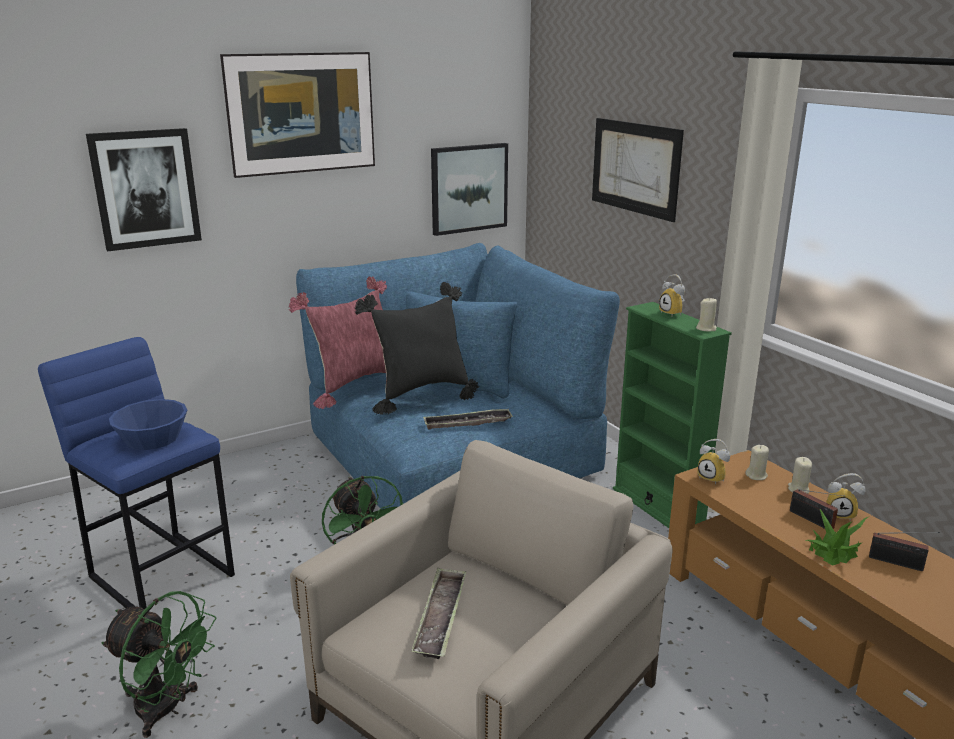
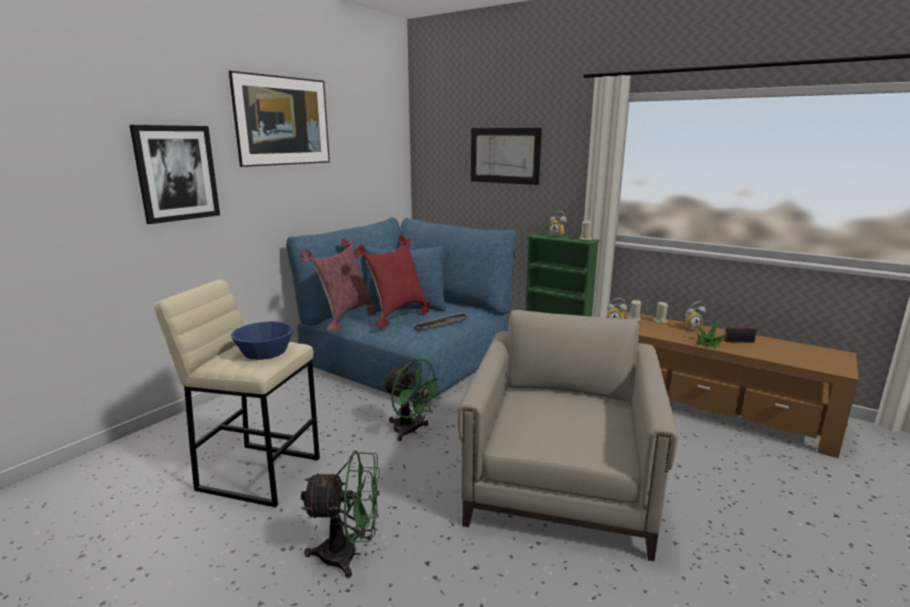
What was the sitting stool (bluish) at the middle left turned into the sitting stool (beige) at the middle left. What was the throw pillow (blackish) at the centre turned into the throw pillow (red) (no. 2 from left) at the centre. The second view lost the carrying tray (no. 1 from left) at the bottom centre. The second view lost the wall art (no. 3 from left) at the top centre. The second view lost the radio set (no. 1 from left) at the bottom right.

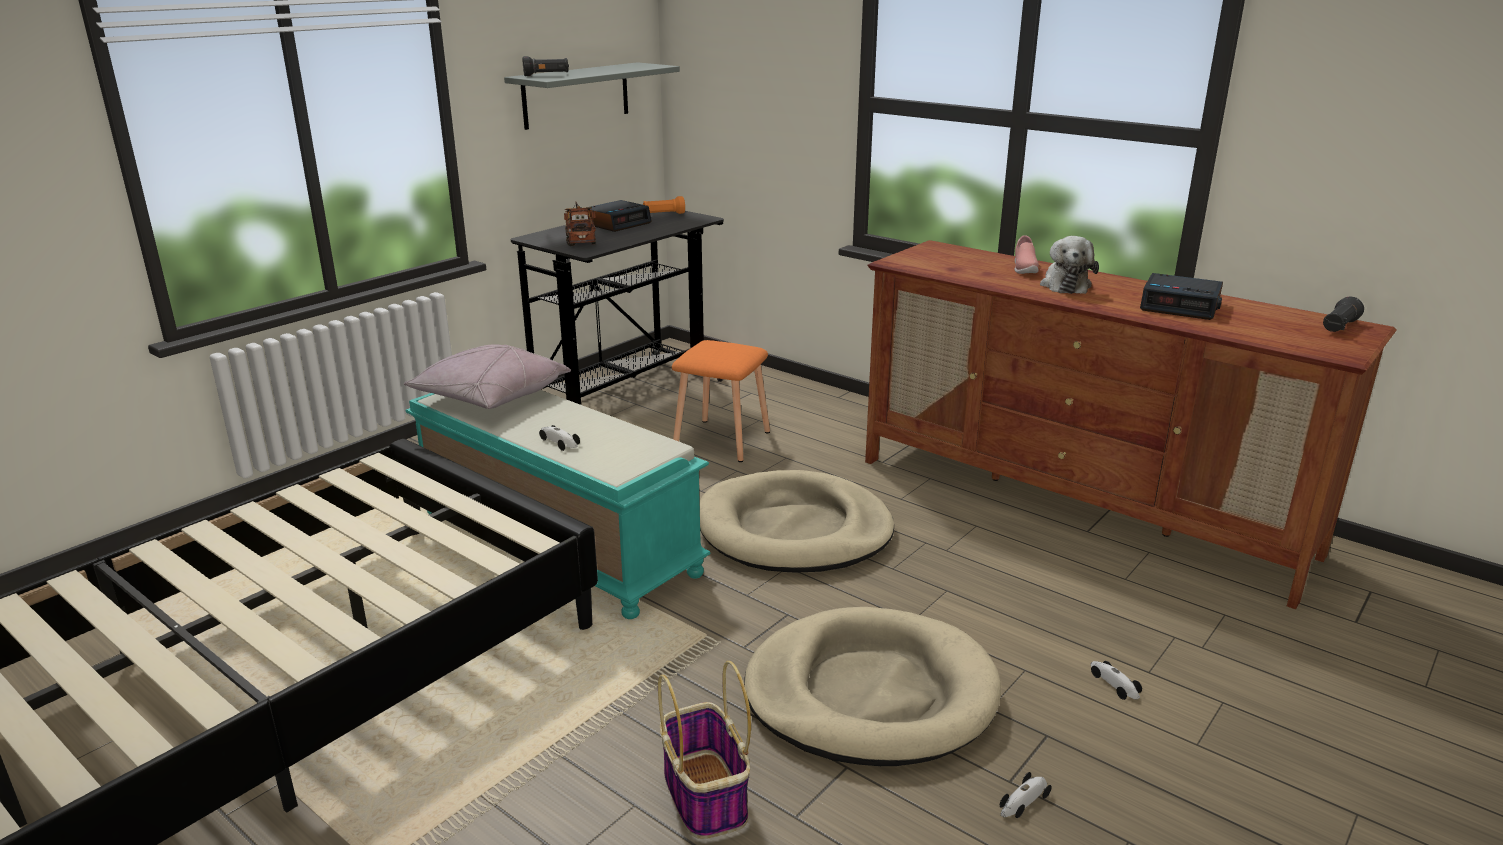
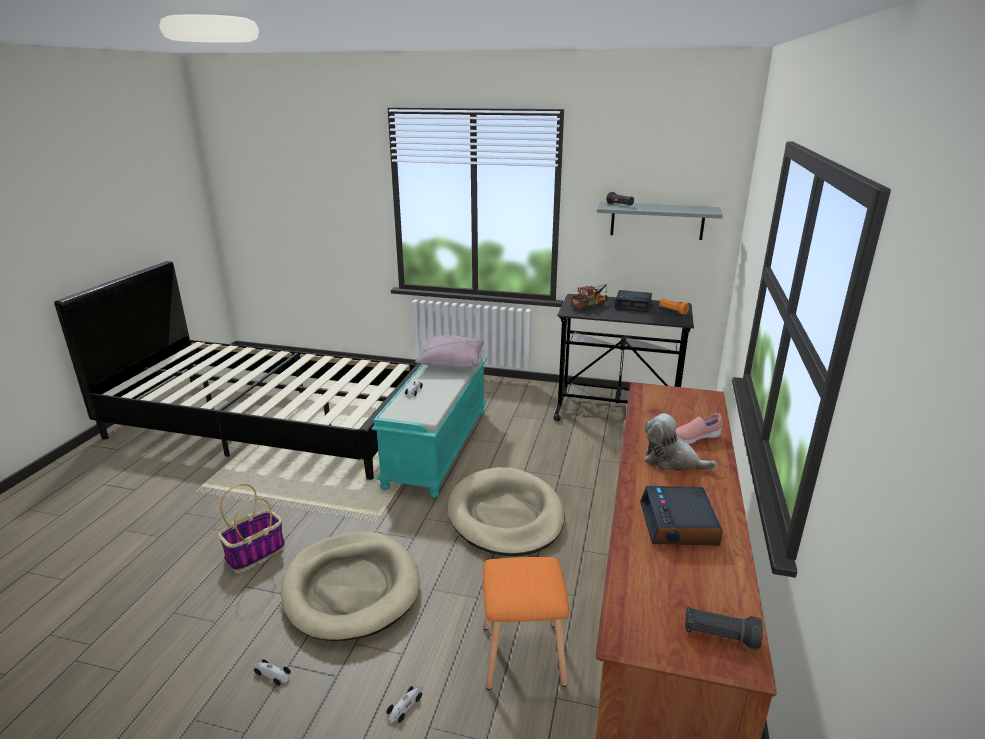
The sitting stool (orange) ended up elsewhere, having gone from the centre to the bottom centre. The plush toy at the top right ended up facing another way, 45 degrees clockwise from before.

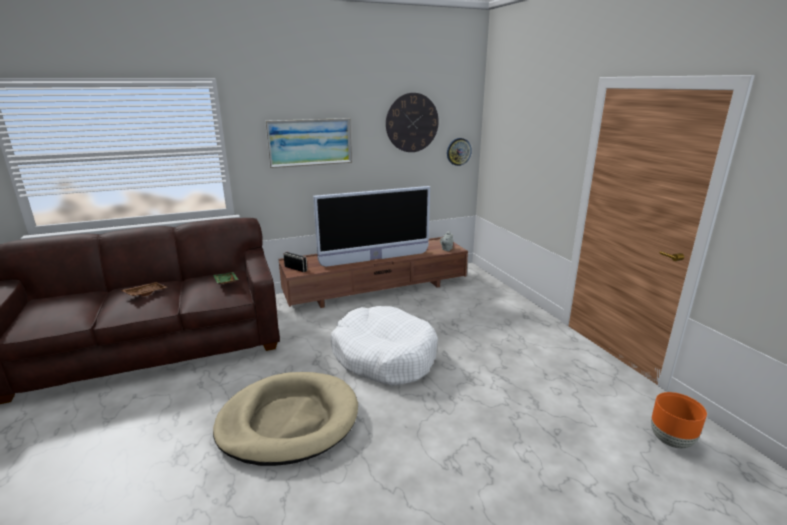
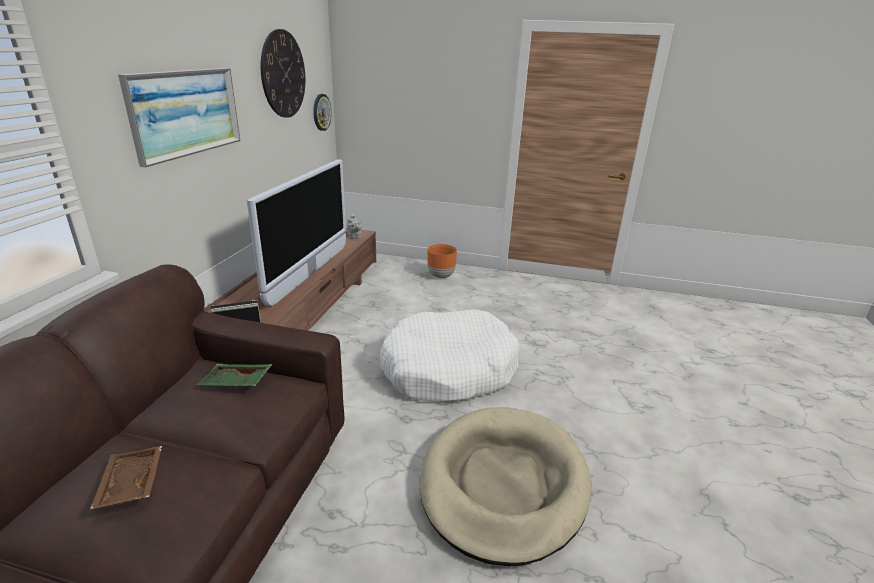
The planter (orange) ended up elsewhere, having gone from the bottom right to the centre.

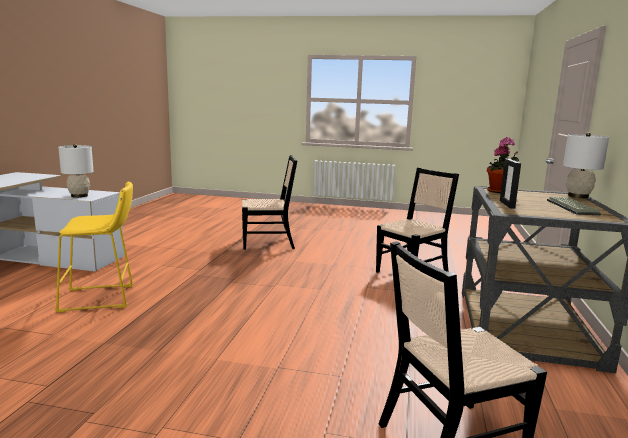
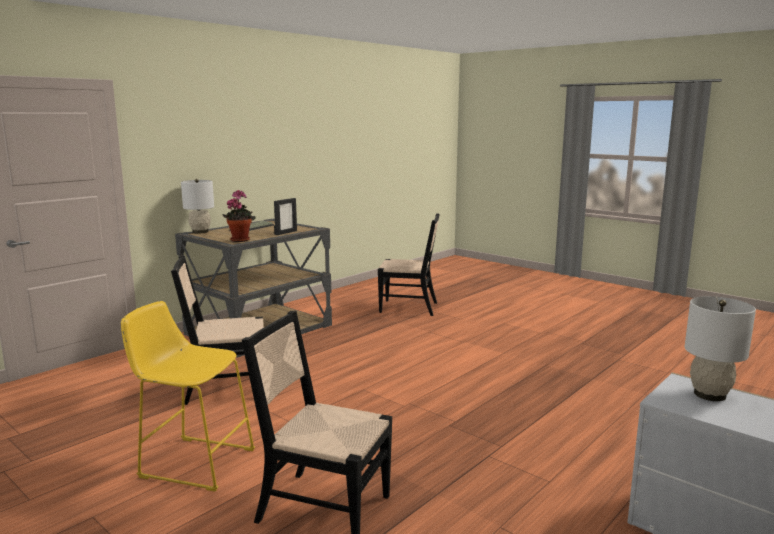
The sitting stool (yellow) ended up elsewhere, having gone from the middle left to the bottom left.

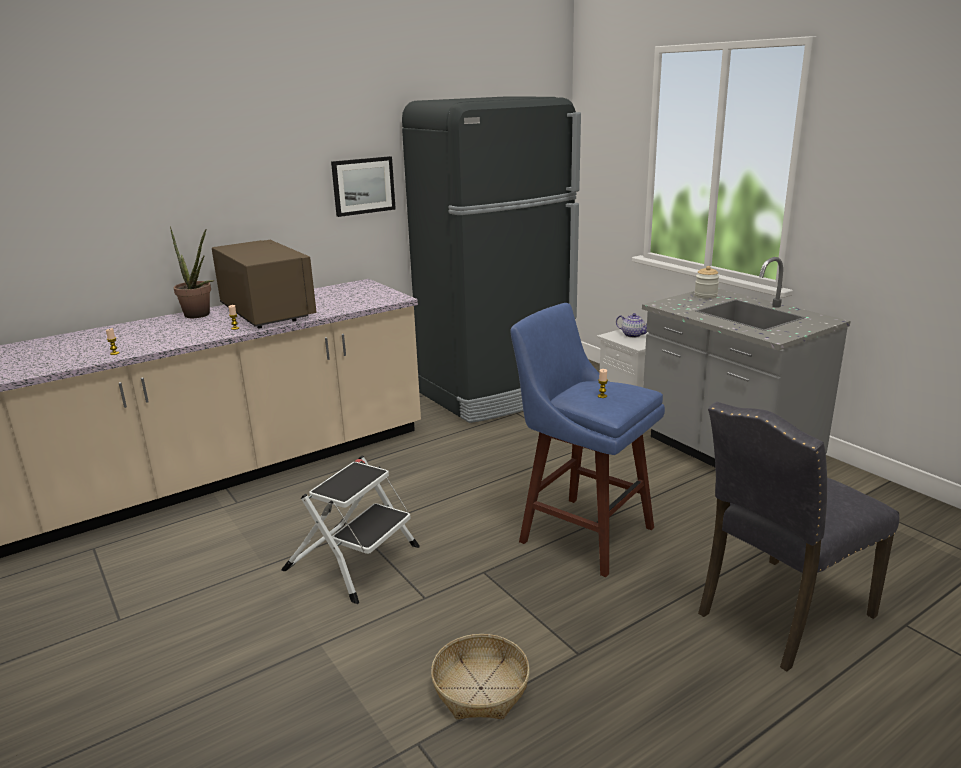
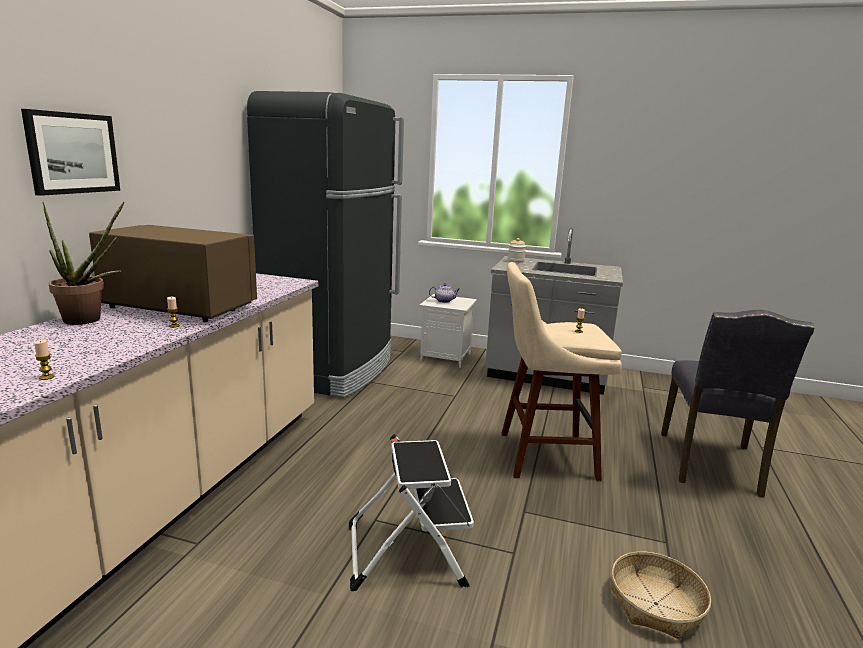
The wall art ended up elsewhere, having gone from the top centre to the top left. What was the sitting stool (bluish) at the centre turned into the sitting stool (beige) at the centre.

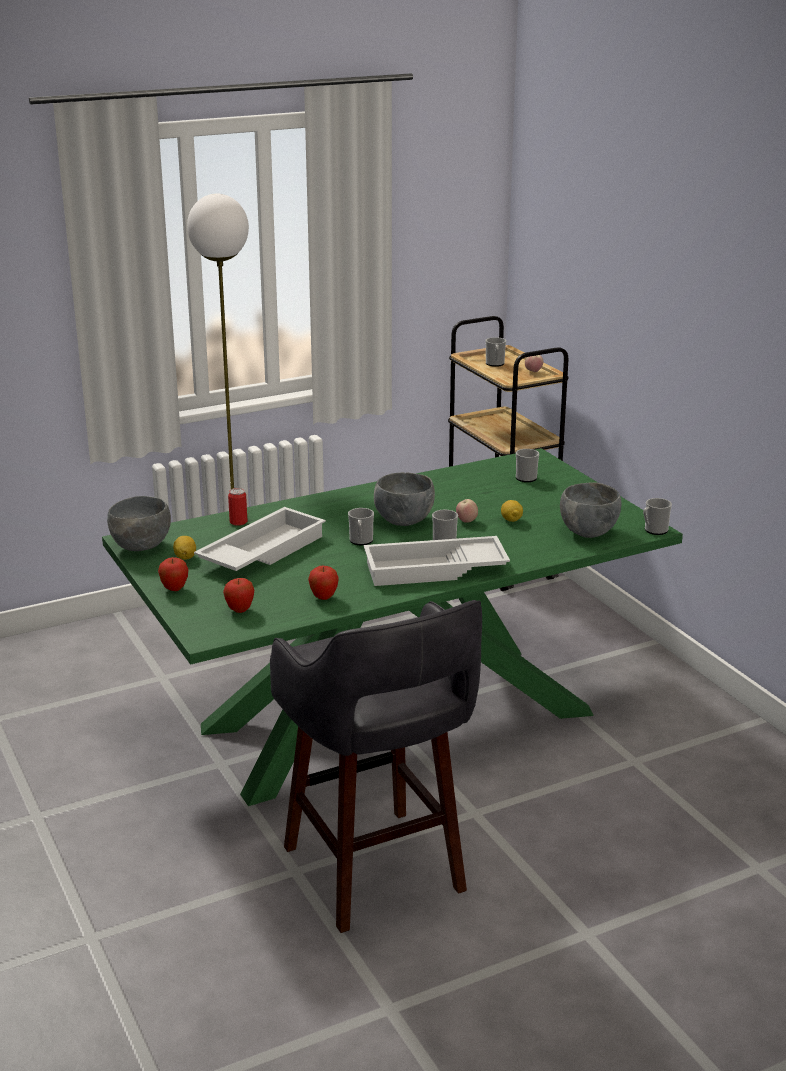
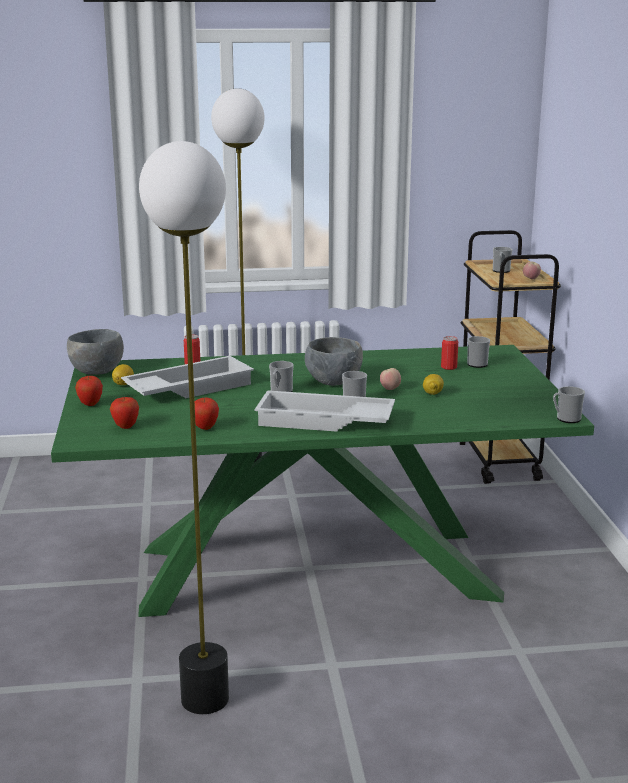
Where the sitting stool (greyish) stood at the bottom centre, the standing lamp (no. 1 from left) came to stand at the middle left. The second view gained the sealed can (no. 2 from left) at the middle right. The second view lost the deep dish (greyish) (no. 3 from left) at the middle right.

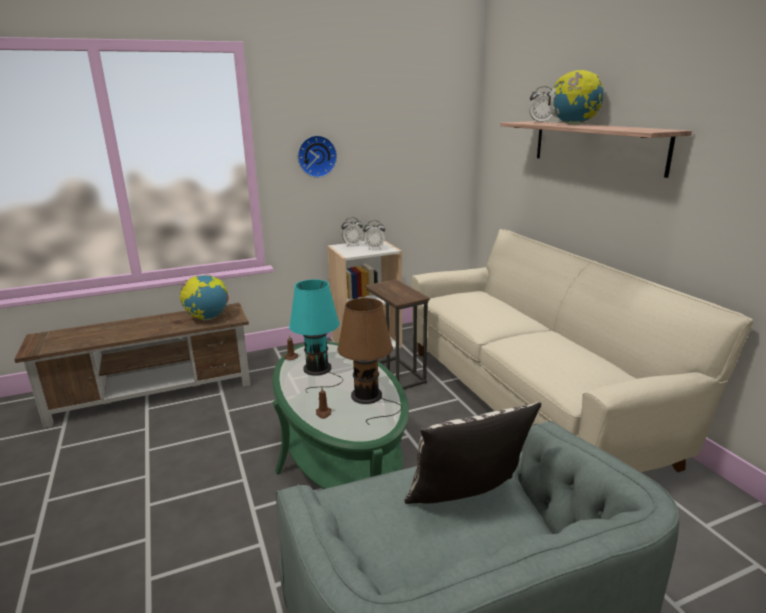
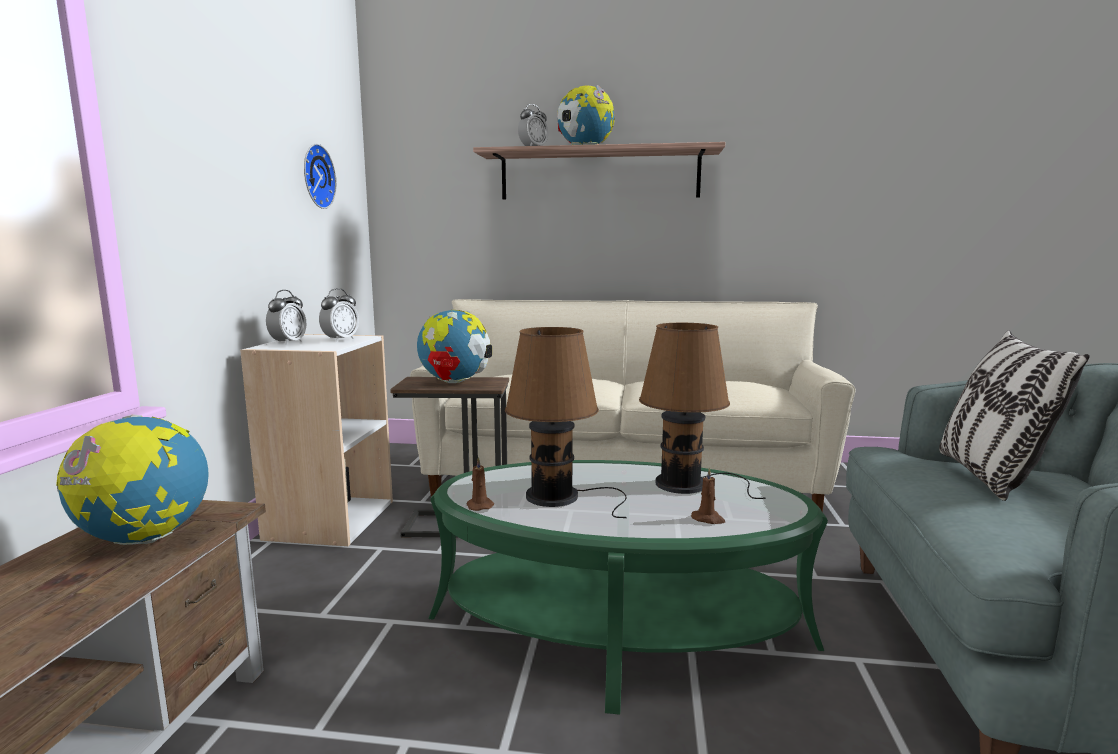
The hanging clock ended up elsewhere, having gone from the top centre to the top left. The second view gained the globe (no. 2 from left) at the centre. What was the table lamp (turquoise) at the centre turned into the table lamp (brown) (no. 1 from left) at the centre.

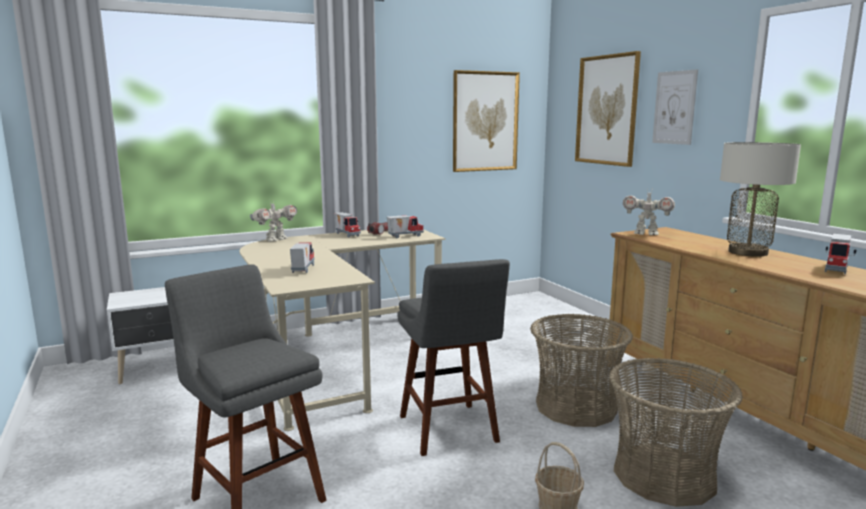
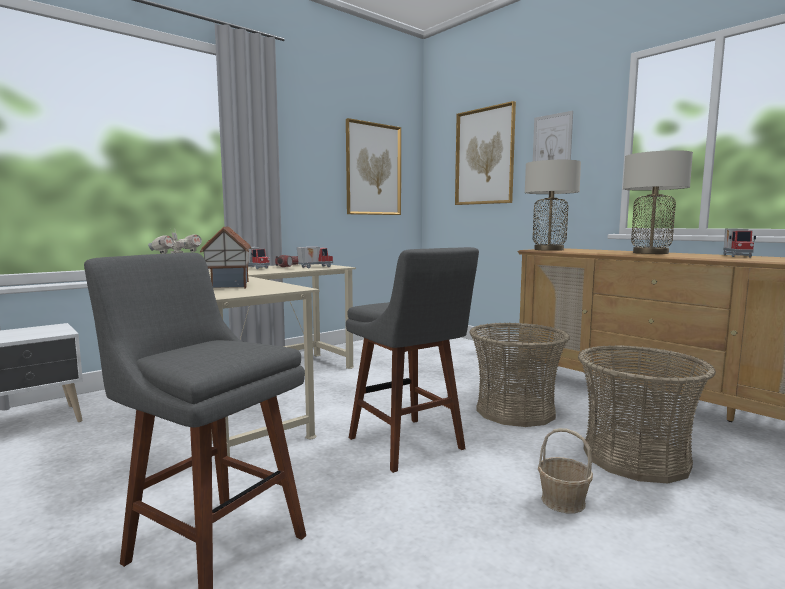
Where the toy truck (no. 1 from left) stood at the centre, the miniature house came to stand at the middle left. Where the toy robot (no. 2 from left) stood at the middle right, the table lamp (no. 1 from left) came to stand at the middle right.

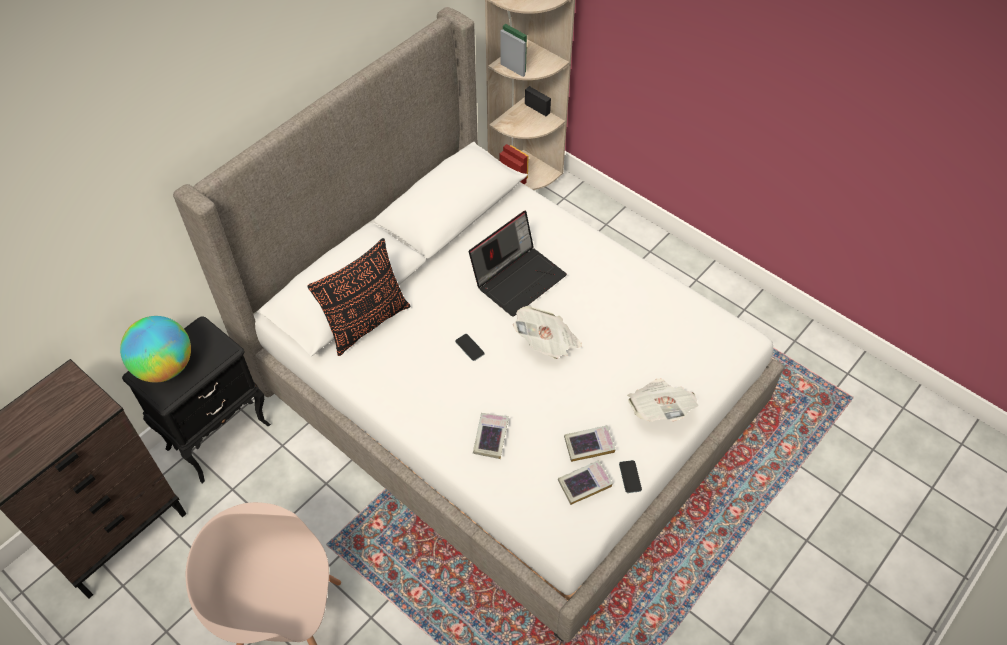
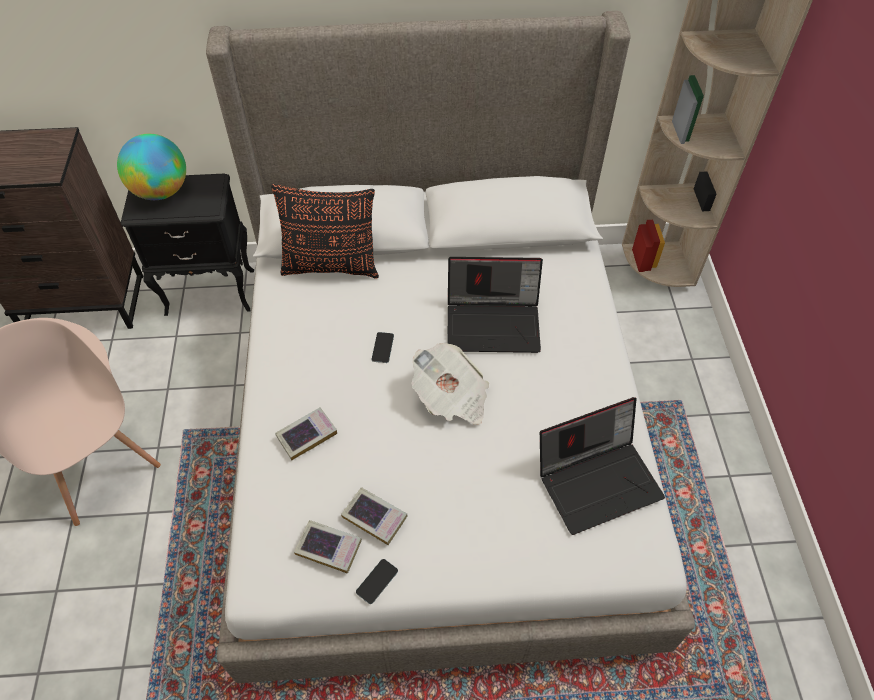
The second view gained the portable computer (no. 2 from left) at the middle right. The second view lost the daily paper (no. 2 from left) at the centre.

